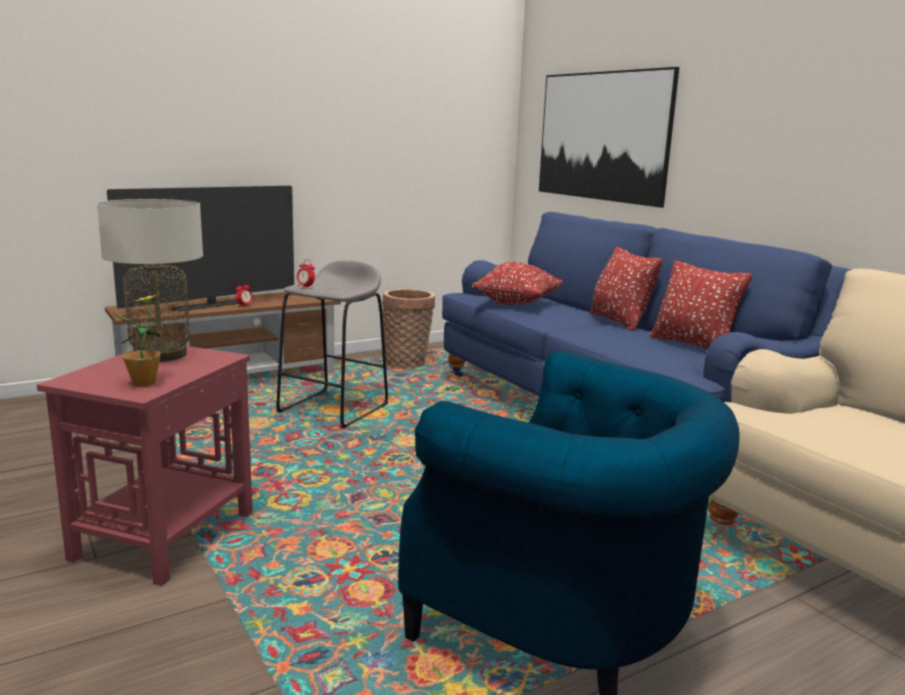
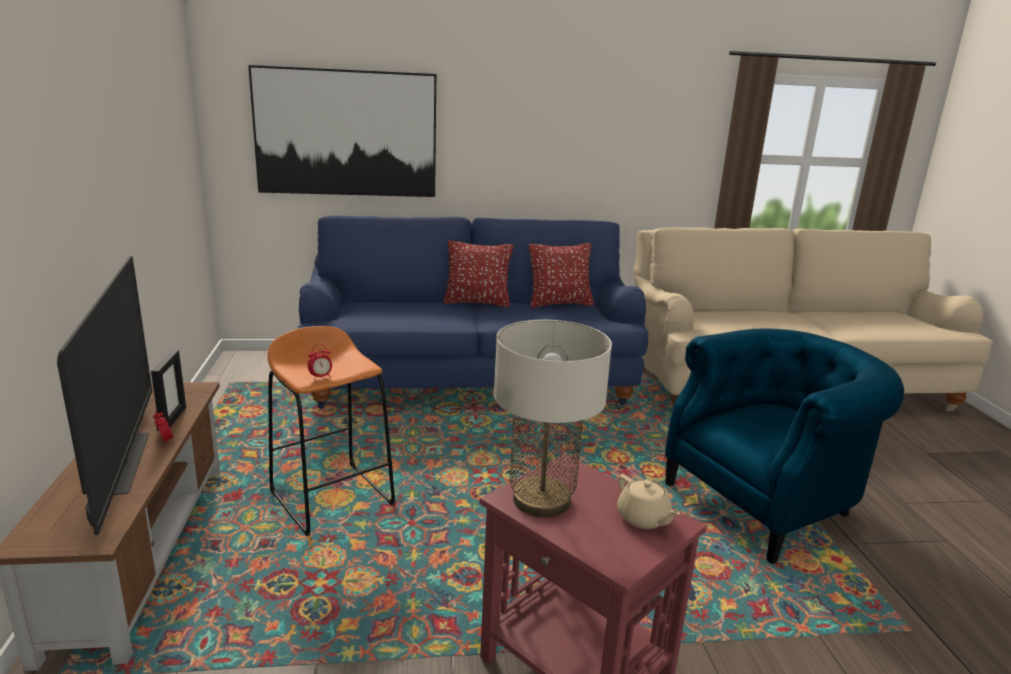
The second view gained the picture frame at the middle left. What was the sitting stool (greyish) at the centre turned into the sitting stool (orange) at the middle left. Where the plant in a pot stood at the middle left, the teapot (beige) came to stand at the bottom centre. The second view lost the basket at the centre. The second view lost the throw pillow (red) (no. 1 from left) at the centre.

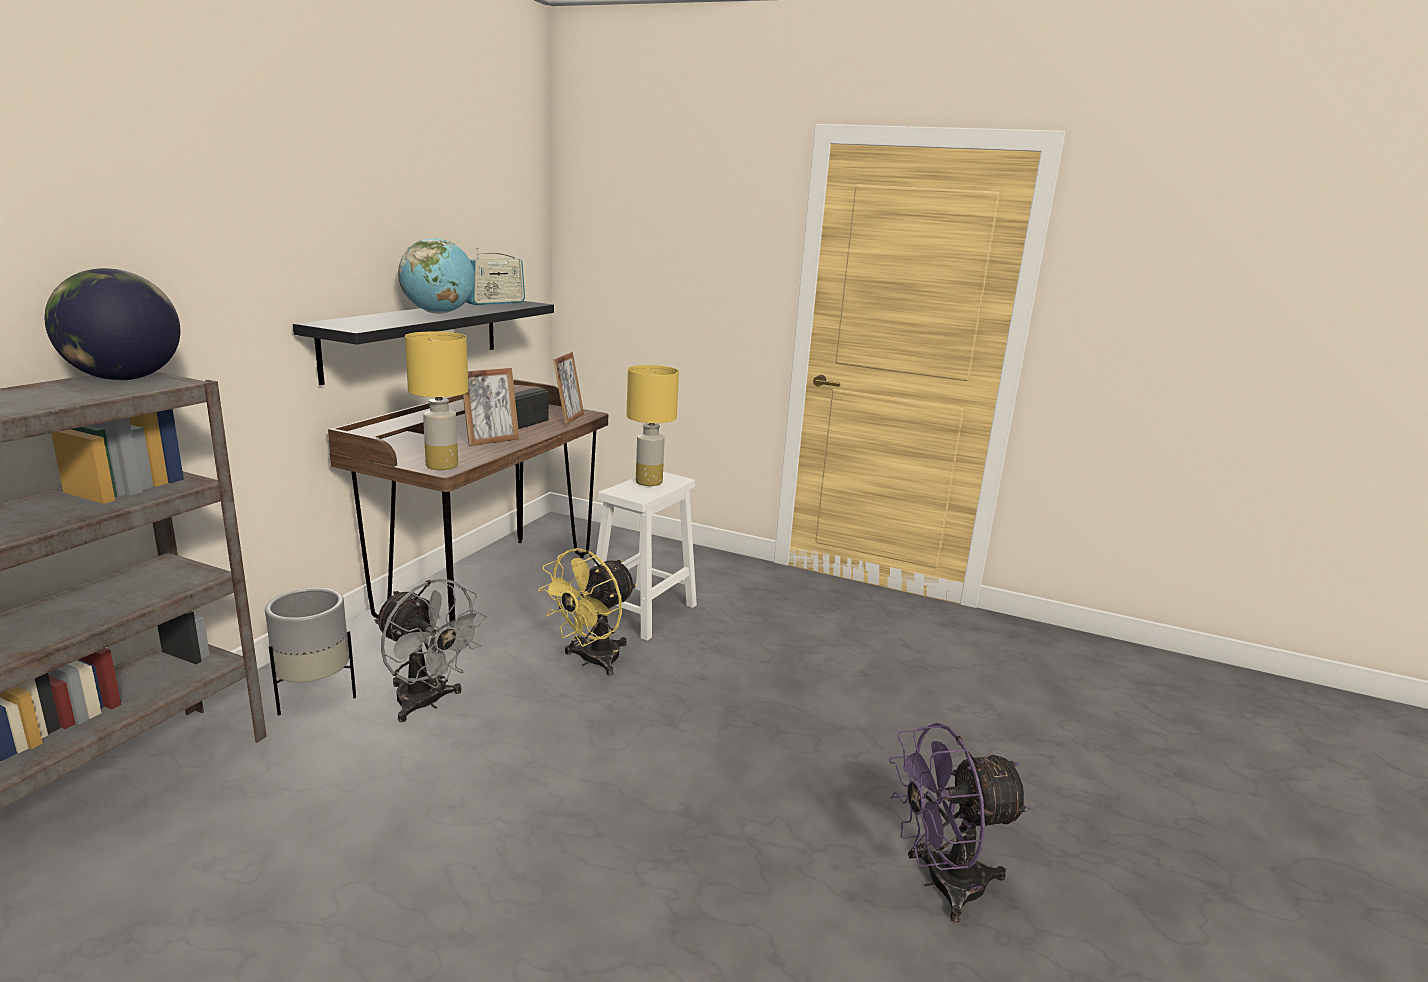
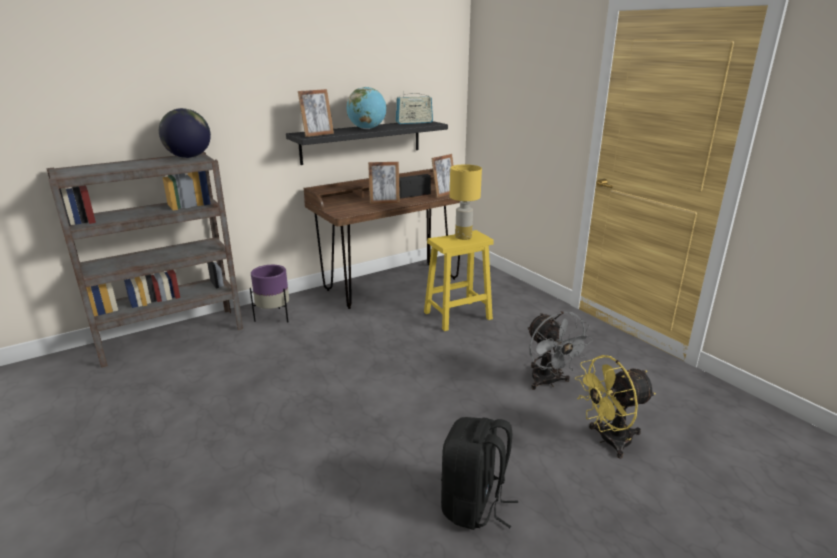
What was the planter (greyish) at the middle left turned into the planter (purple) at the middle left. The second view gained the picture frame (no. 1 from left) at the top centre. What was the sitting stool (white) at the centre turned into the sitting stool (yellow) at the centre. Where the fan (purple) stood at the bottom right, the rucksack (blackish) came to stand at the bottom centre. The fan (greyish) ended up elsewhere, having gone from the middle left to the middle right. The fan (yellow) ended up elsewhere, having gone from the centre to the bottom right. The second view lost the table lamp (yellow) (no. 1 from left) at the middle left.

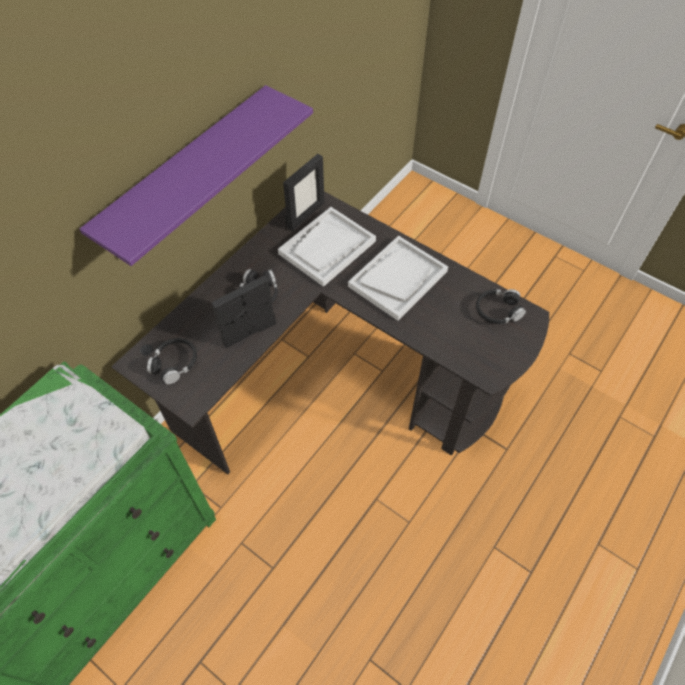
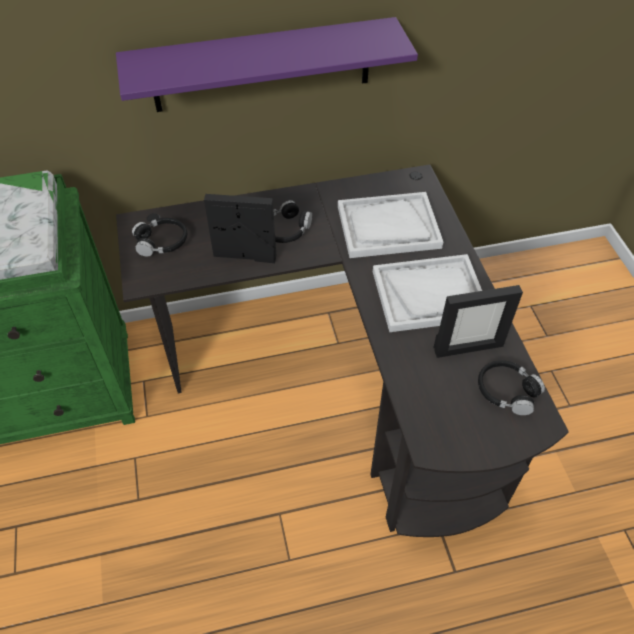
The picture frame (no. 2 from left) ended up elsewhere, having gone from the top centre to the middle right.

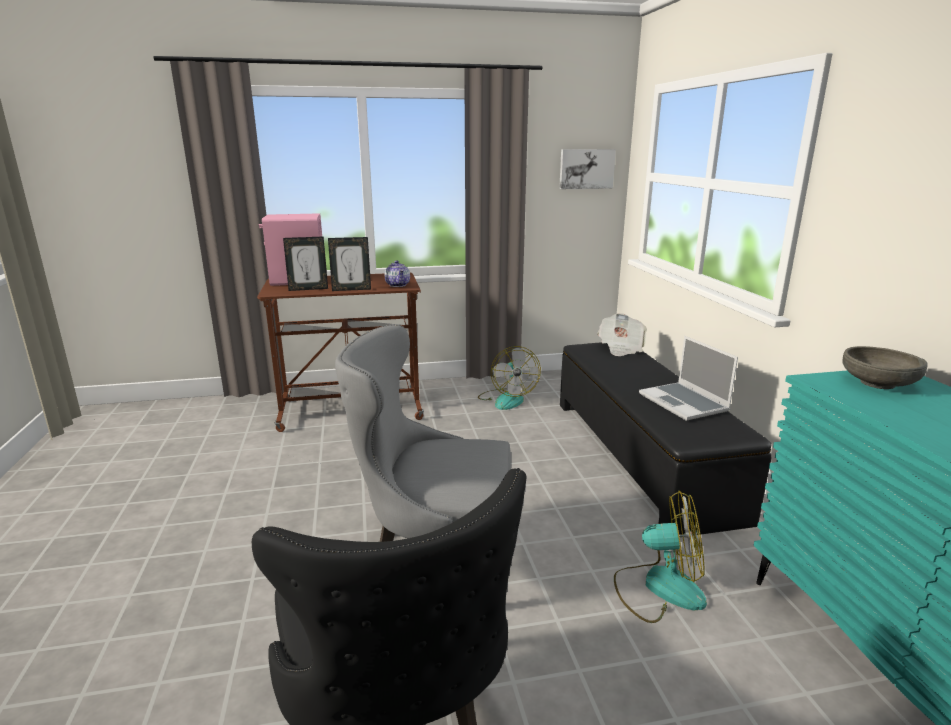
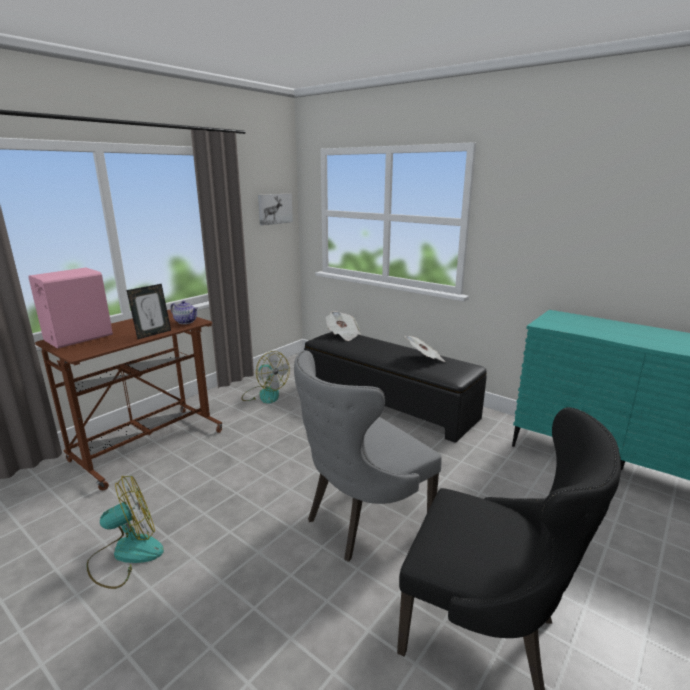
The fan (no. 2 from left in the first image) ended up elsewhere, having gone from the bottom right to the bottom left. Where the portable computer stood at the middle right, the daily paper (no. 2 from left) came to stand at the centre. The second view lost the picture frame (no. 1 from left) at the middle left. The second view lost the deep dish (greyish) at the middle right.

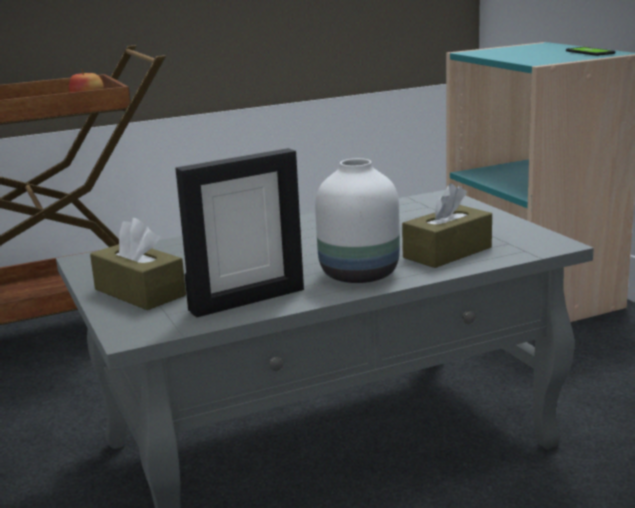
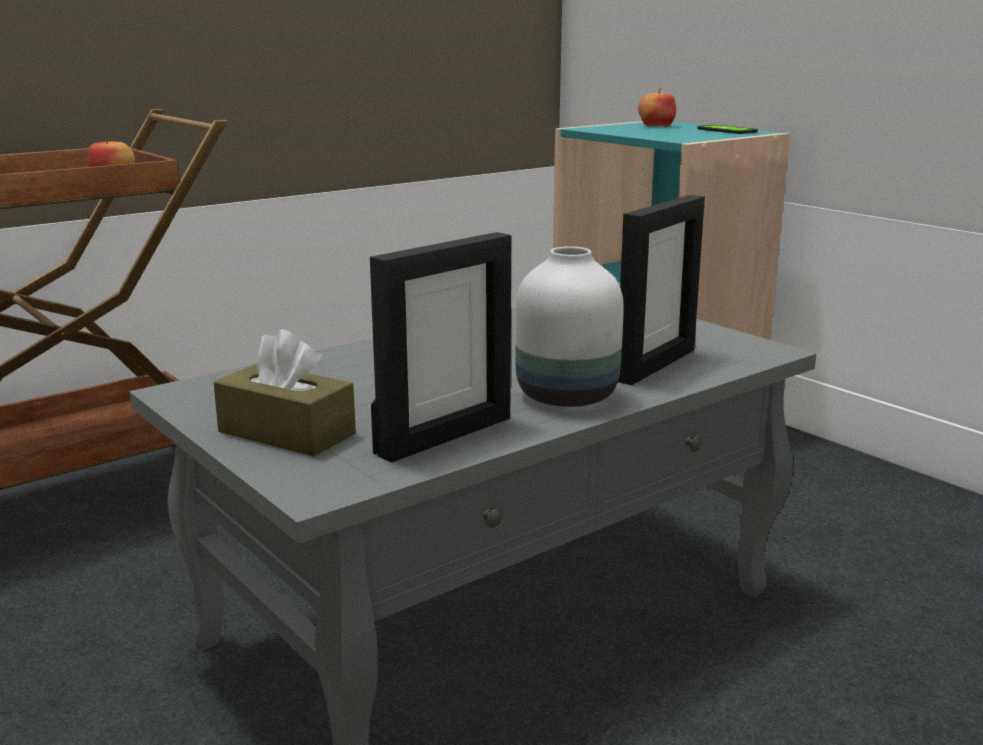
Where the tissue box (brown) (no. 2 from left) stood at the middle right, the picture frame (no. 2 from left) came to stand at the middle right. The second view gained the apple fruit (no. 2 from left) at the top right.

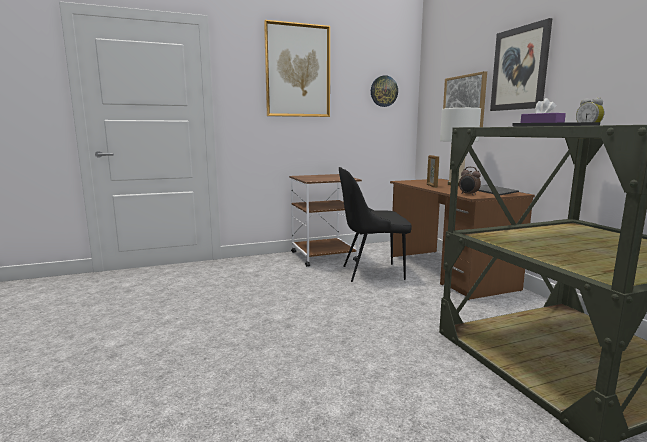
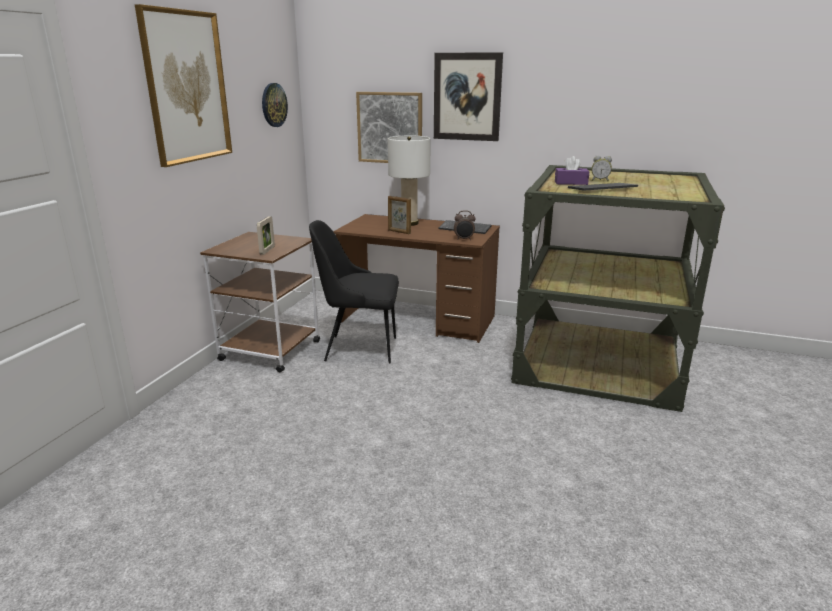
The second view gained the picture frame (no. 1 from left) at the middle left. The plain chair (blackish) at the centre ended up facing another way, 60 degrees clockwise from before.

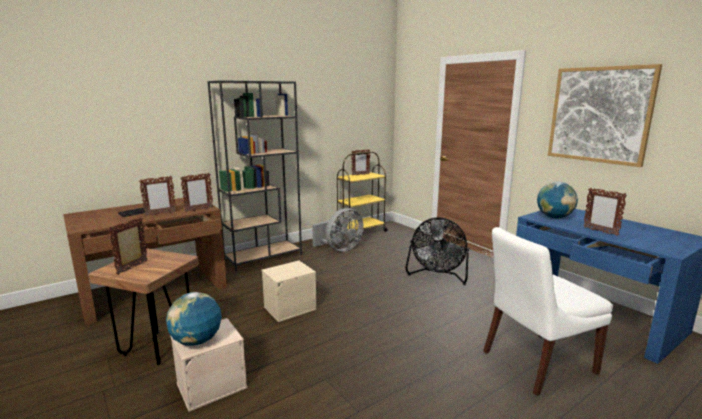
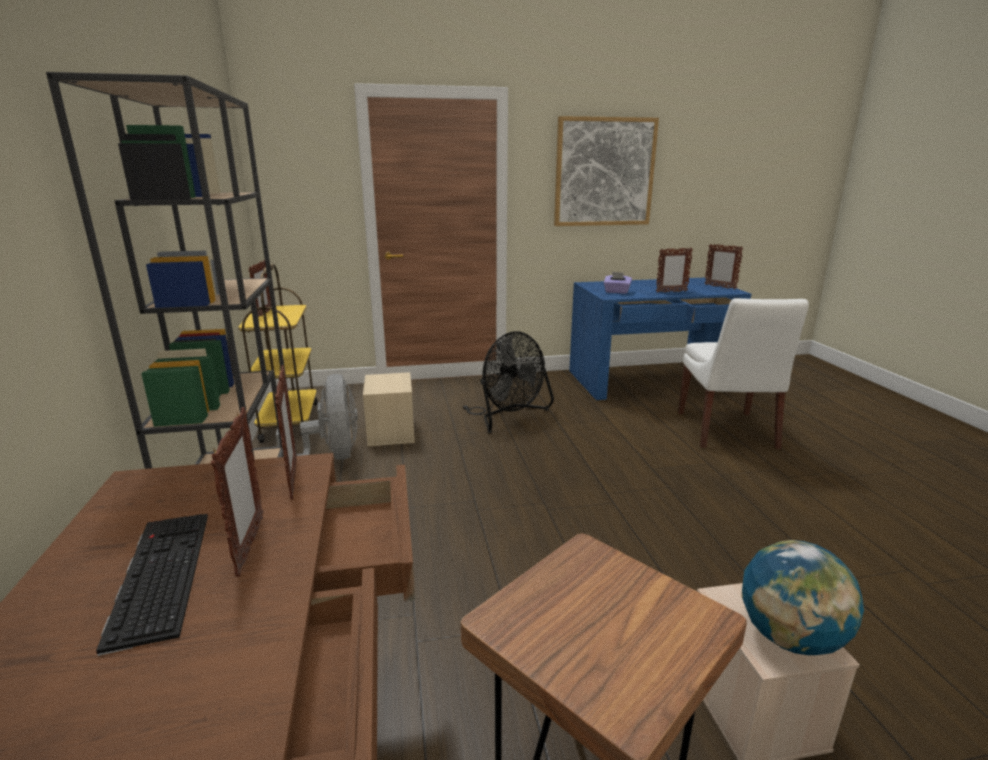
The storage bin (beige) (no. 2 from left in the first image) ended up elsewhere, having gone from the bottom centre to the centre. Where the globe (no. 2 from left) stood at the middle right, the tissue box (purple) came to stand at the centre. The picture frame (no. 1 from left in the first image) ended up elsewhere, having gone from the middle left to the middle right.

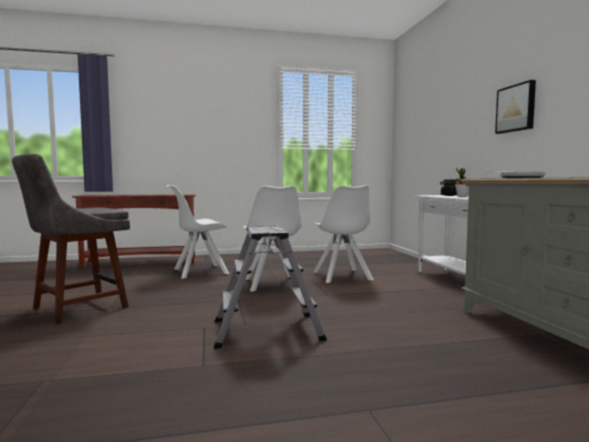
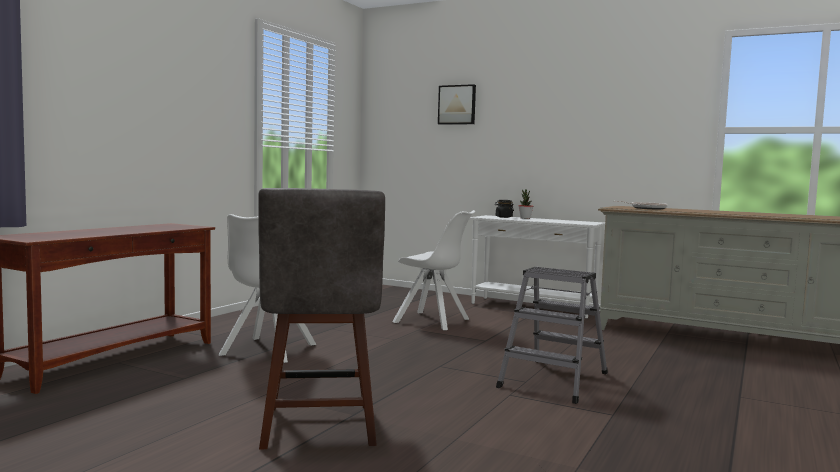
The wall art ended up elsewhere, having gone from the top right to the top centre. The second view lost the plain chair (white) (no. 2 from left) at the centre.

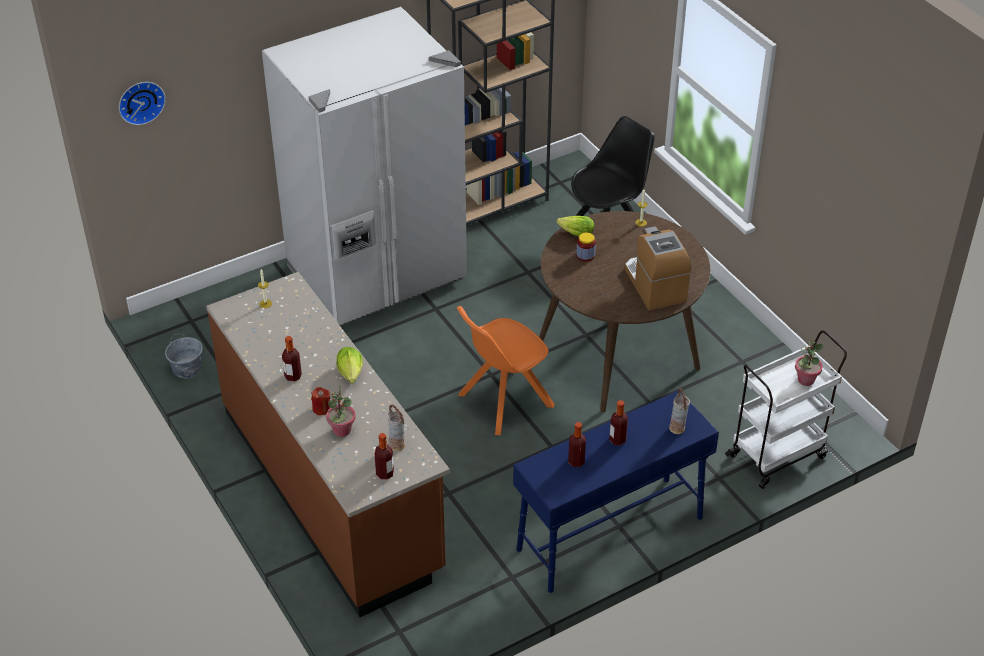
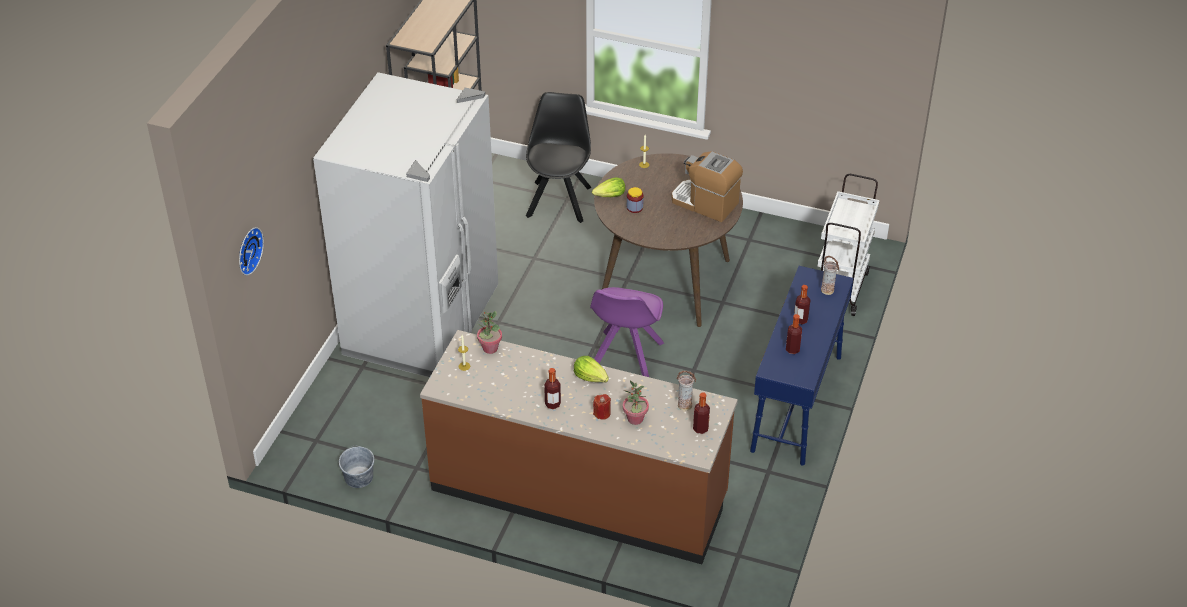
The plant in a pot (no. 2 from left in the first image) ended up elsewhere, having gone from the middle right to the centre. What was the plain chair (orange) at the centre turned into the plain chair (purple) at the centre.

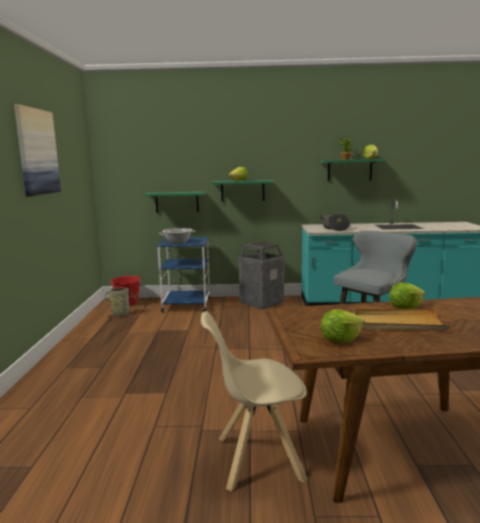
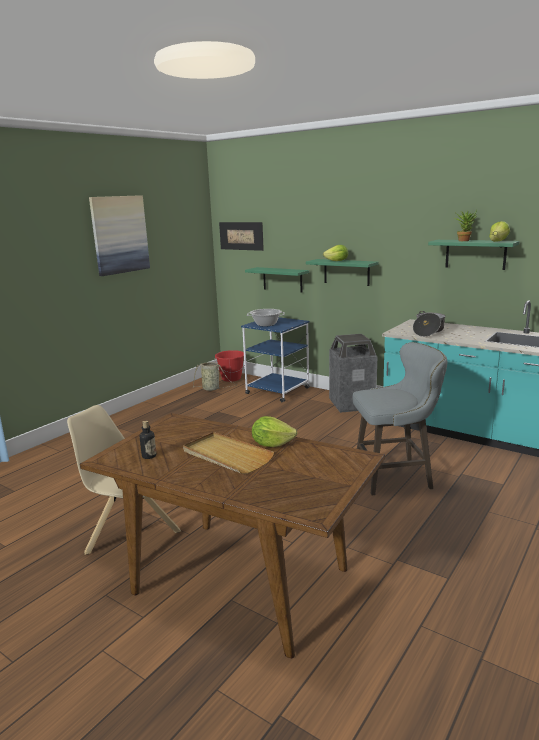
Where the lettuce head (no. 2 from left) stood at the middle right, the bottle came to stand at the middle left. The second view gained the wall art (no. 2 from left) at the top centre.

